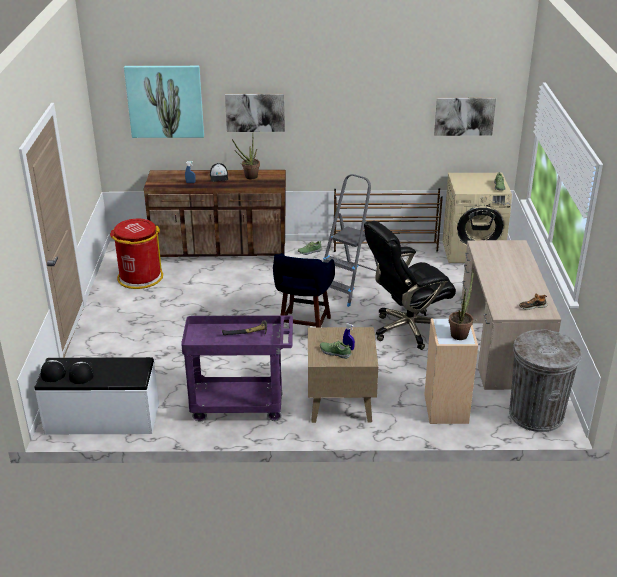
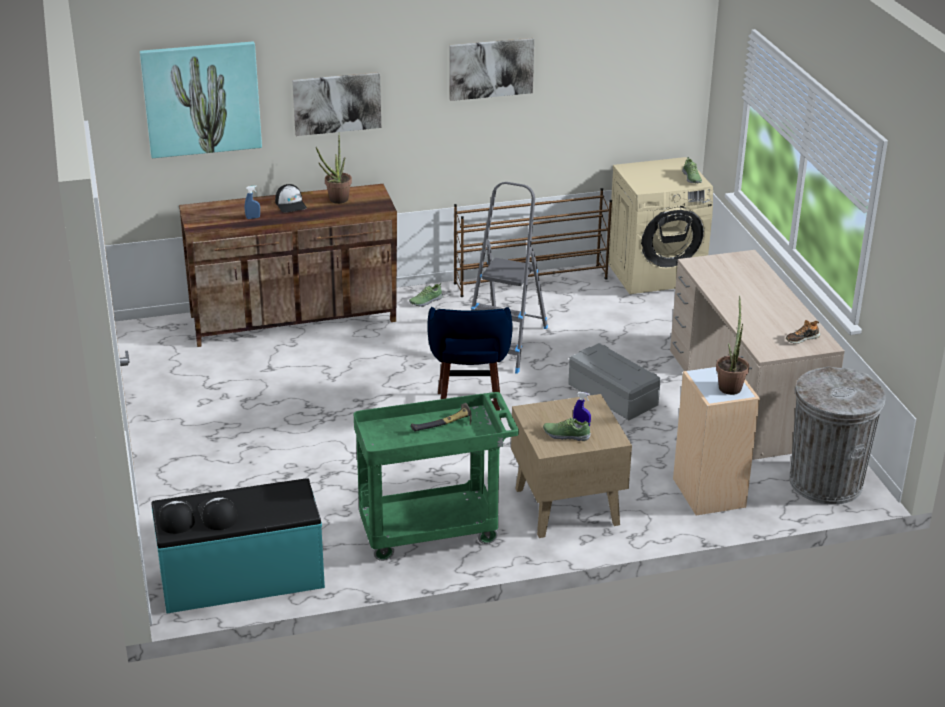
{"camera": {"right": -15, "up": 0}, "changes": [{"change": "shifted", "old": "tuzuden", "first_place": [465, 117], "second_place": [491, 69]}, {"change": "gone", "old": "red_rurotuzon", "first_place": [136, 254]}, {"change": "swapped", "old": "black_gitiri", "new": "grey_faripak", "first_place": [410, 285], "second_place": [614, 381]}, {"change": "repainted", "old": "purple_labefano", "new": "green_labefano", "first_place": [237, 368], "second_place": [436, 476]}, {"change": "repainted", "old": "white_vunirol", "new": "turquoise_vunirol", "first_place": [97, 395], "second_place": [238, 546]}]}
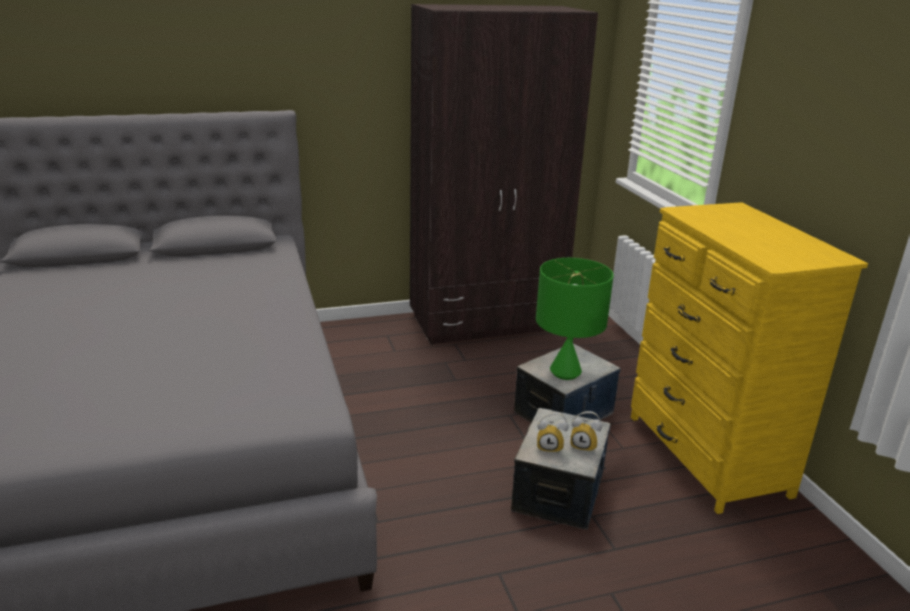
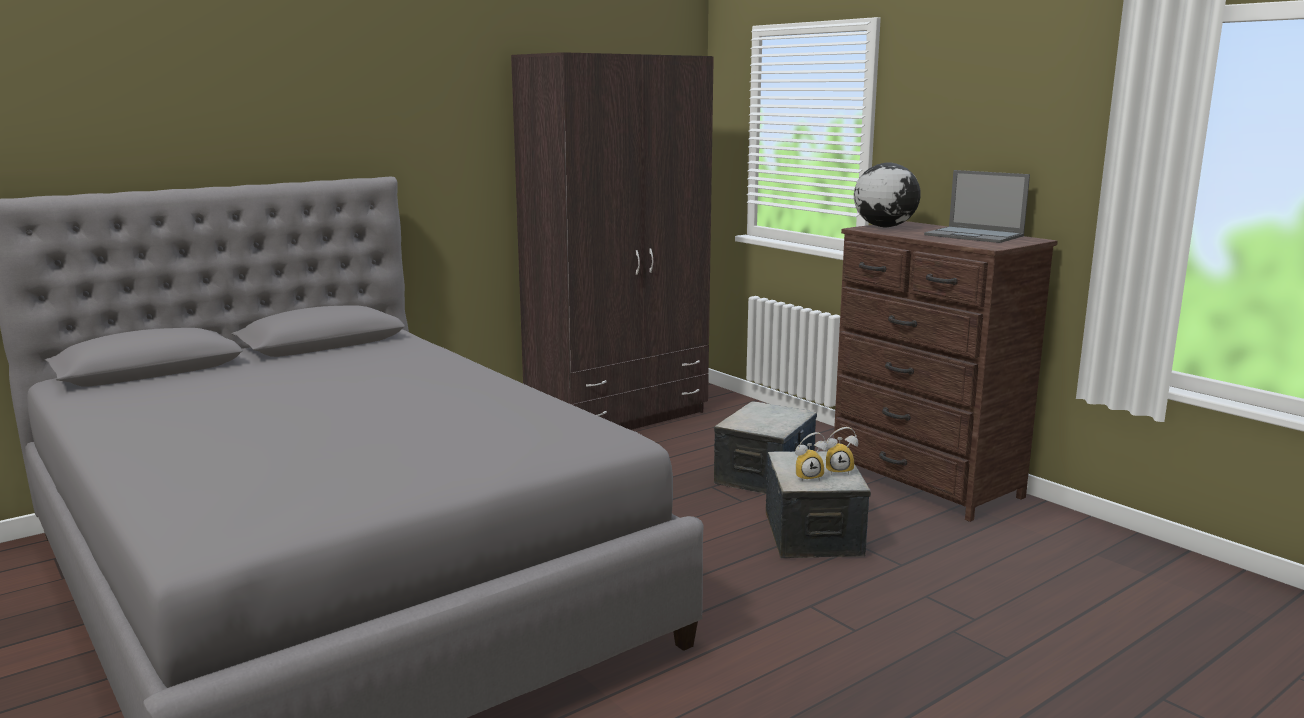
{"camera": {"right": -20, "up": -10}, "changes": [{"change": "repainted", "old": "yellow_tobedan", "new": "brown_tobedan", "first_place": [749, 358], "second_place": [946, 371]}, {"change": "gone", "old": "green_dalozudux", "first_place": [575, 319]}, {"change": "new", "new": "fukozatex", "second_place": [887, 194]}, {"change": "new", "new": "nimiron", "second_place": [977, 206]}]}
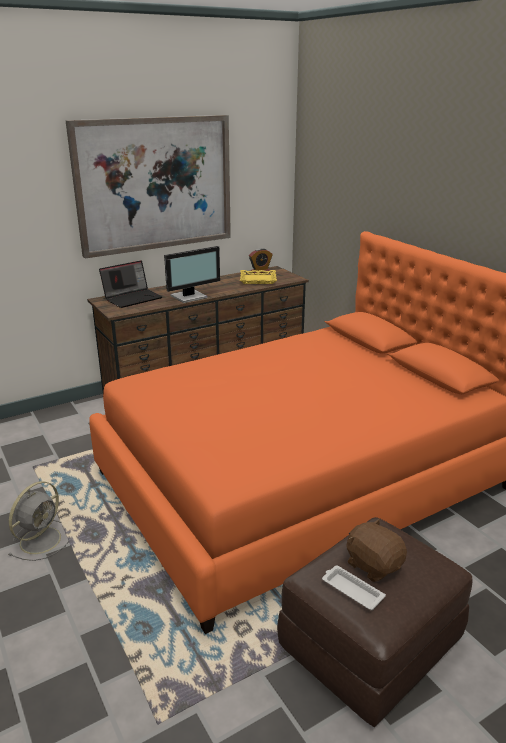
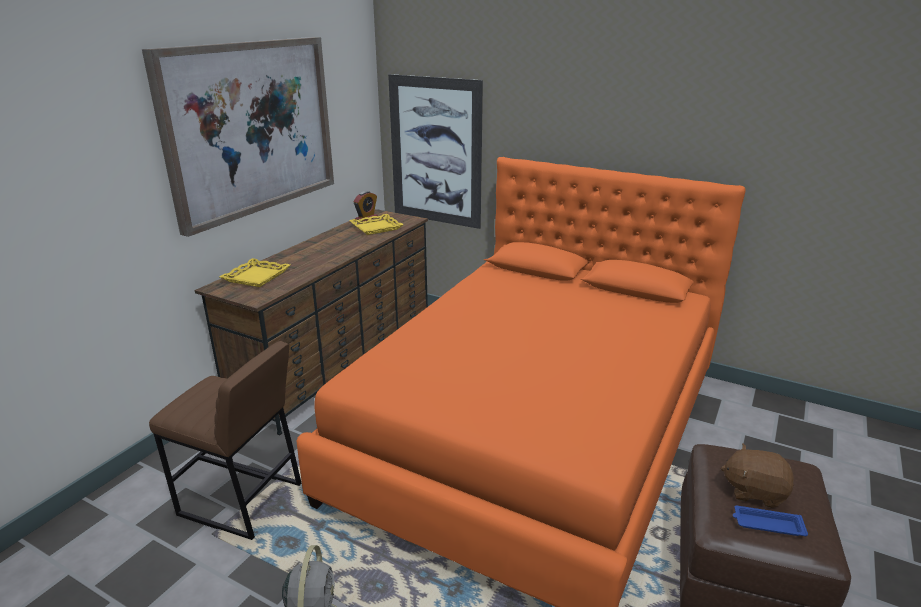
{"camera": {"right": -30, "up": 0}, "changes": [{"change": "gone", "old": "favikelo", "first_place": [192, 274]}, {"change": "swapped", "old": "nimiron", "new": "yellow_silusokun", "first_place": [131, 284], "second_place": [255, 272]}, {"change": "repainted", "old": "white_silusokun", "new": "blue_silusokun", "first_place": [354, 587], "second_place": [770, 520]}, {"change": "new", "new": "tuzuden", "second_place": [435, 151]}, {"change": "new", "new": "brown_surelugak", "second_place": [225, 440]}]}
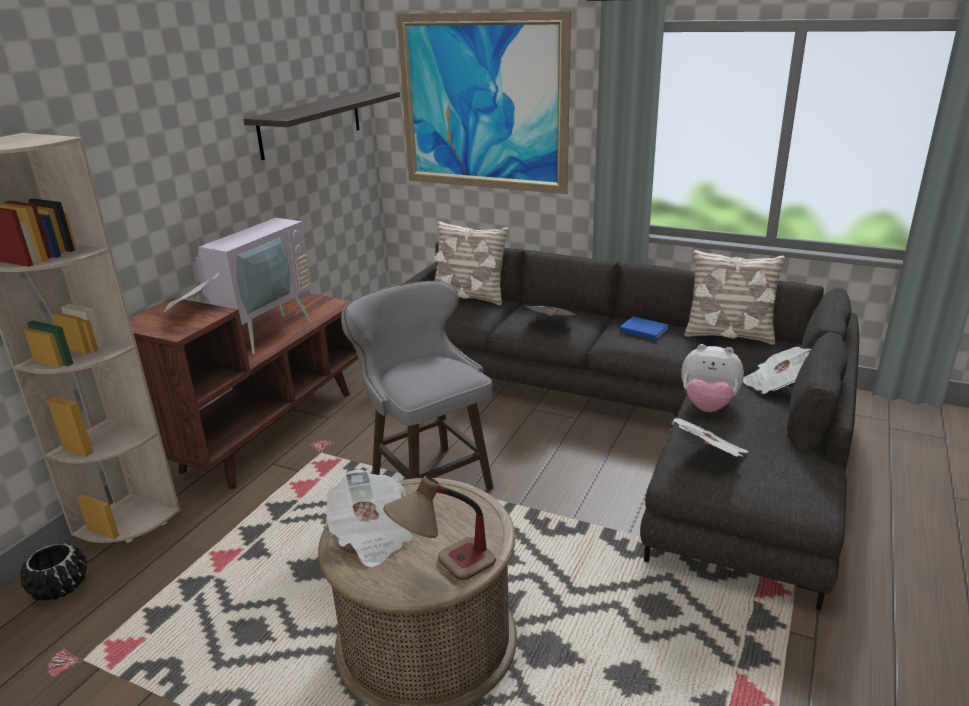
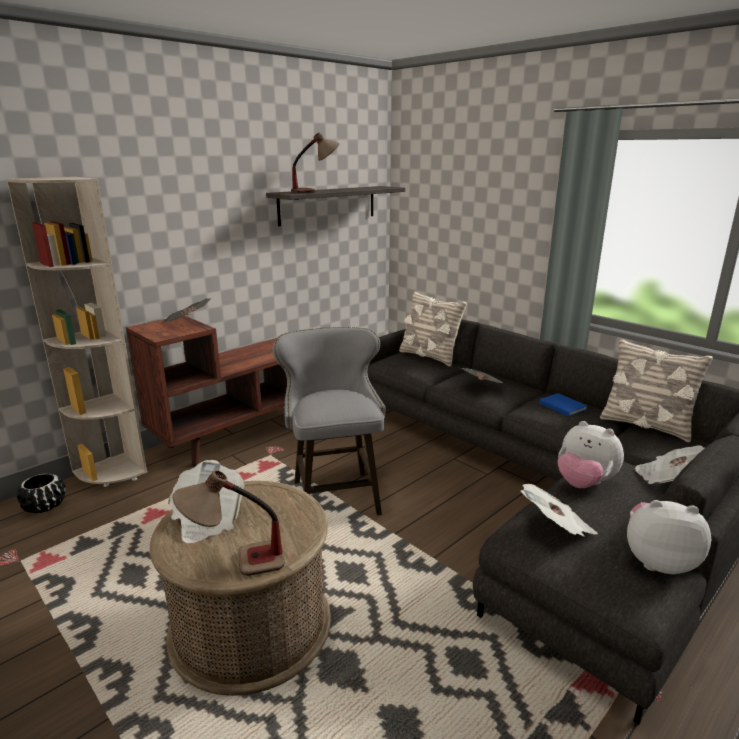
{"camera": {"right": 20, "up": -5}, "changes": [{"change": "gone", "old": "tuzuden", "first_place": [484, 102]}, {"change": "gone", "old": "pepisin", "first_place": [245, 273]}, {"change": "new", "new": "dalozudux", "second_place": [315, 162]}, {"change": "new", "new": "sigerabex", "second_place": [669, 537]}]}
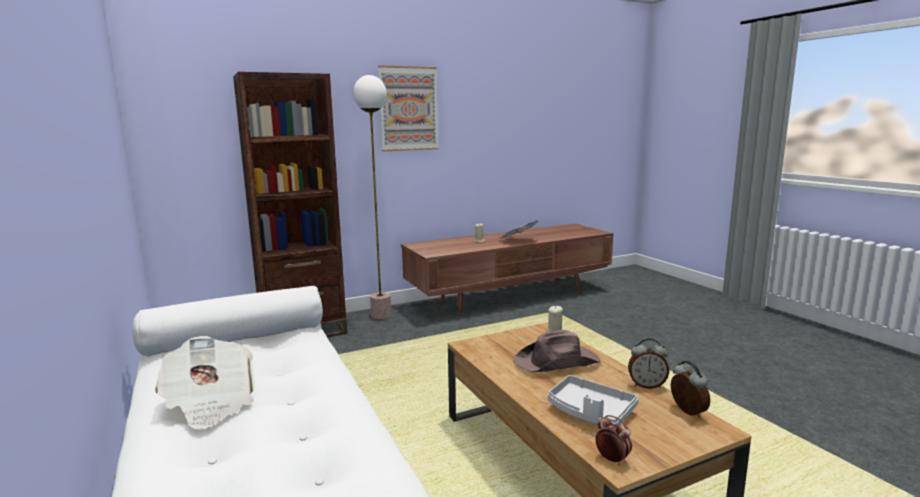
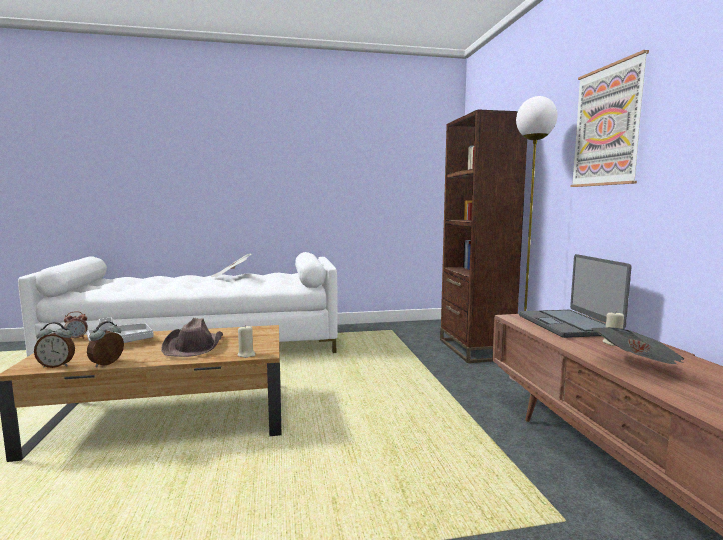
{"camera": {"right": 105, "up": -5}, "changes": [{"change": "new", "new": "nimiron", "second_place": [575, 296]}]}
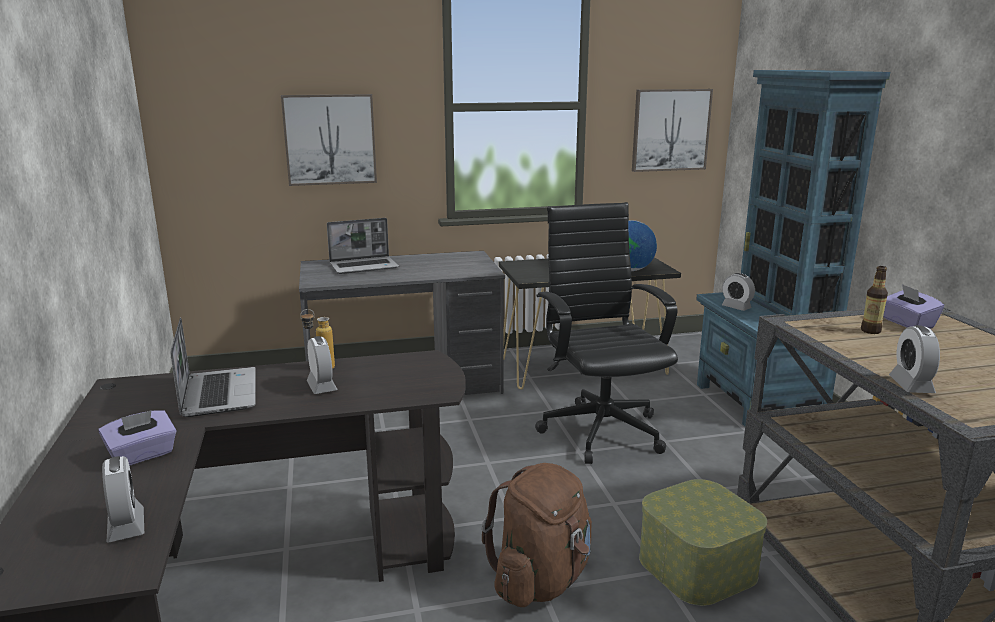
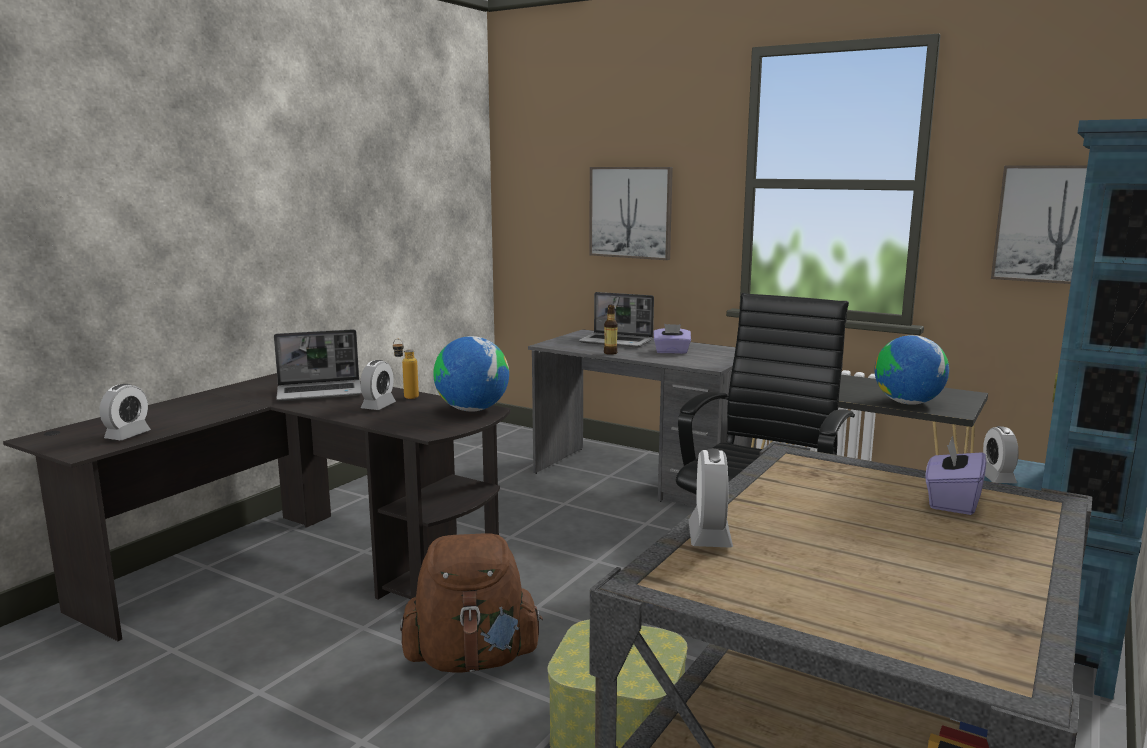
{"camera": {"right": 45, "up": -5}, "changes": [{"change": "shifted", "old": "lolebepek", "first_place": [874, 300], "second_place": [611, 330]}, {"change": "rotated", "old": "nimiron", "first_place": [213, 367], "second_place": [318, 365], "degrees": 45}, {"change": "rotated", "old": "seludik", "first_place": [914, 359], "second_place": [710, 498], "degrees": 135}, {"change": "shifted", "old": "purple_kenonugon", "first_place": [138, 438], "second_place": [672, 339]}, {"change": "new", "new": "fukozatex", "second_place": [471, 374]}]}
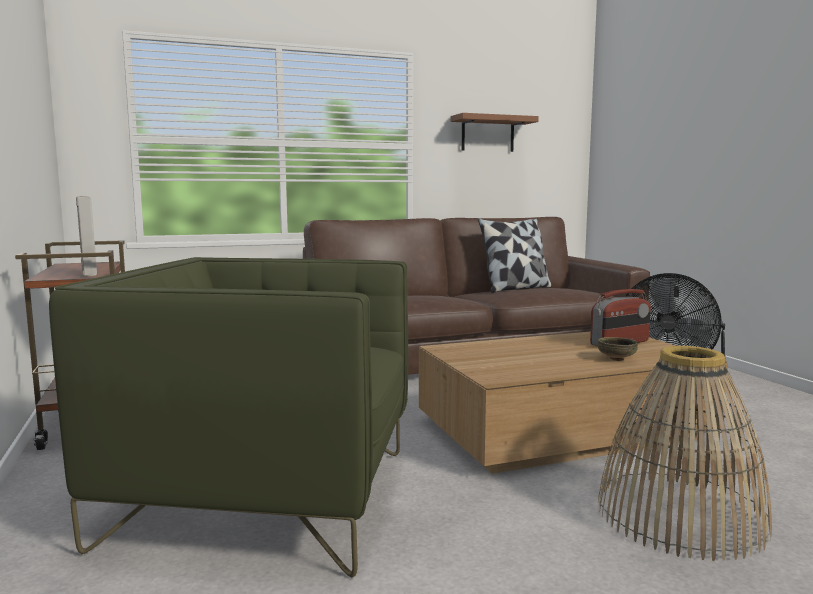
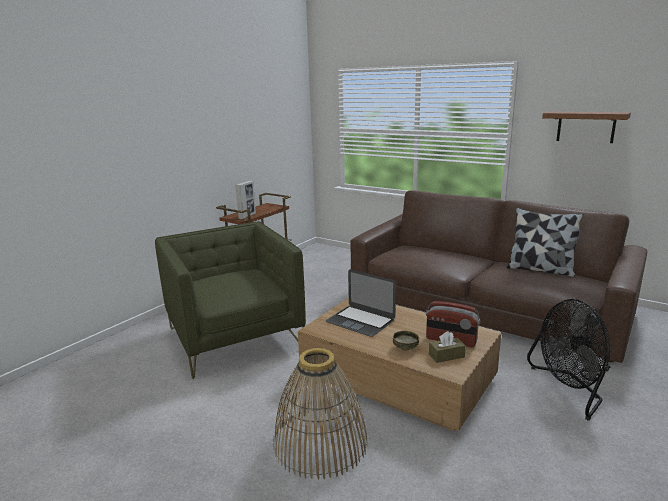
{"camera": {"right": 55, "up": 10}, "changes": [{"change": "new", "new": "nimiron", "second_place": [361, 303]}, {"change": "new", "new": "brown_kenonugon", "second_place": [447, 347]}]}
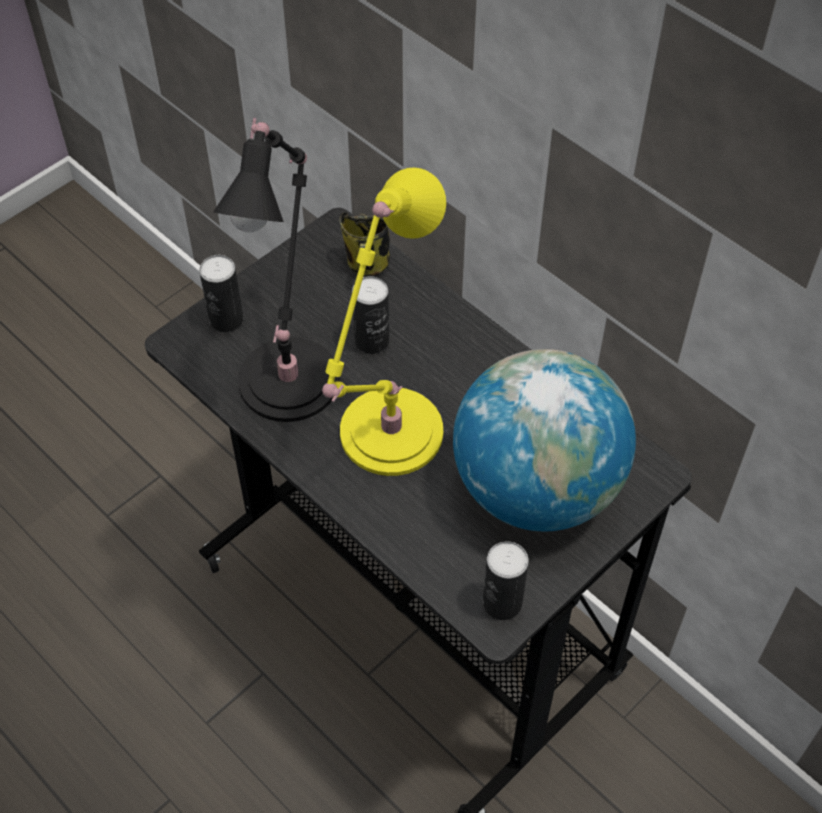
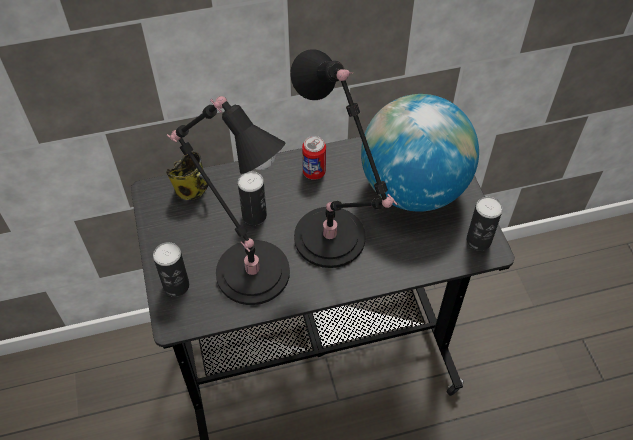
{"camera": {"right": -60, "up": 0}, "changes": [{"change": "repainted", "old": "yellow_dalozudux", "new": "black_dalozudux", "first_place": [384, 322], "second_place": [344, 158]}, {"change": "new", "new": "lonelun", "second_place": [314, 158]}]}
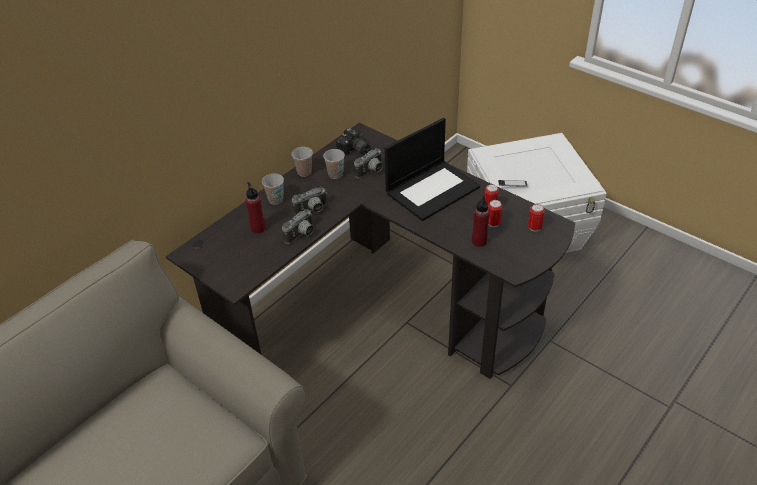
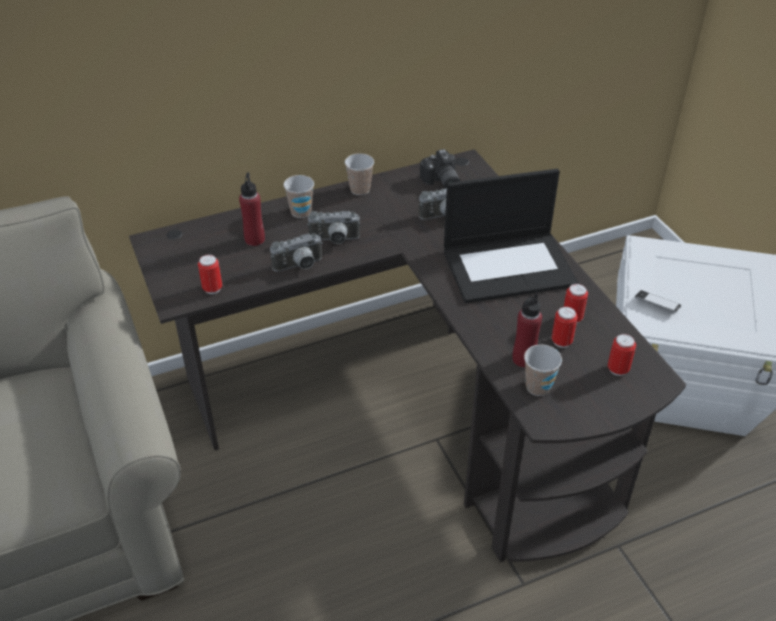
{"camera": {"right": 25, "up": 0}, "changes": [{"change": "shifted", "old": "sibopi", "first_place": [334, 164], "second_place": [543, 370]}, {"change": "new", "new": "lonelun", "second_place": [210, 274]}]}
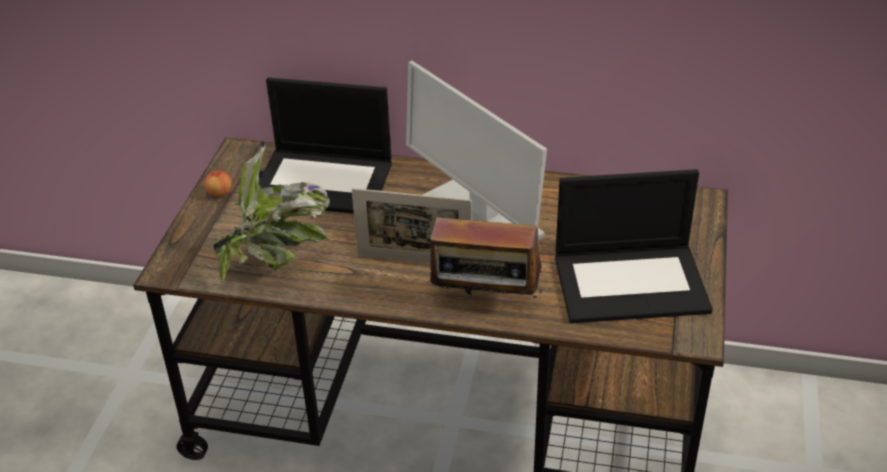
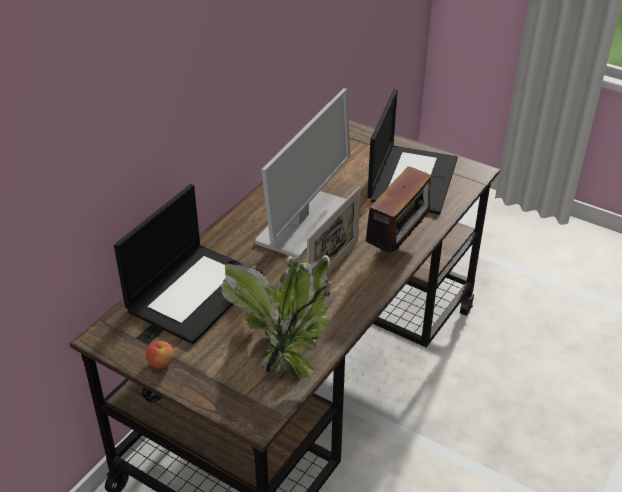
{"camera": {"right": -70, "up": 0}, "changes": [{"change": "rotated", "old": "favikelo", "first_place": [476, 150], "second_place": [302, 173], "degrees": -45}]}
